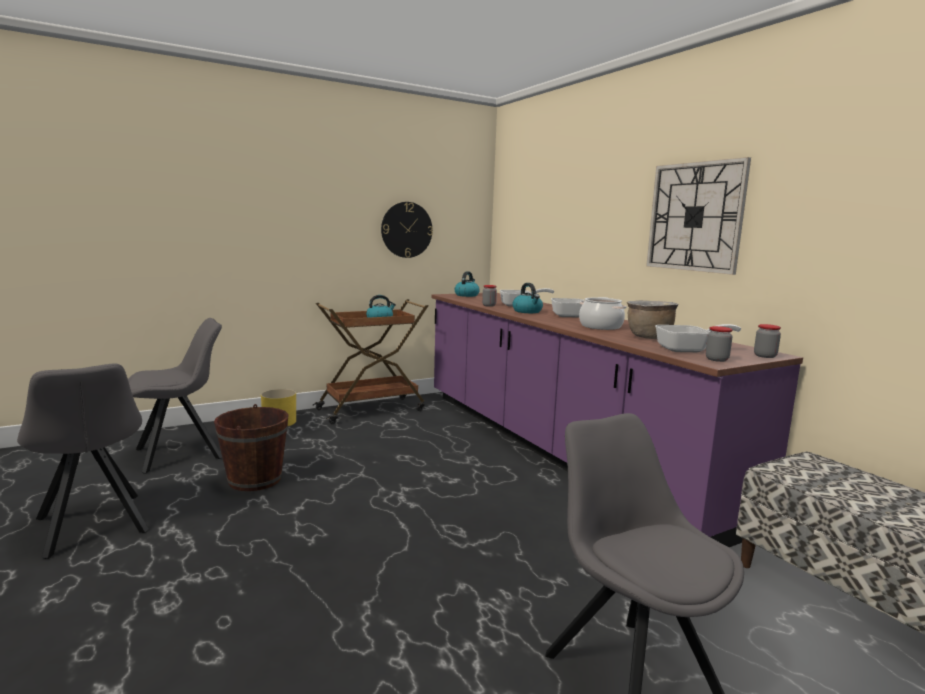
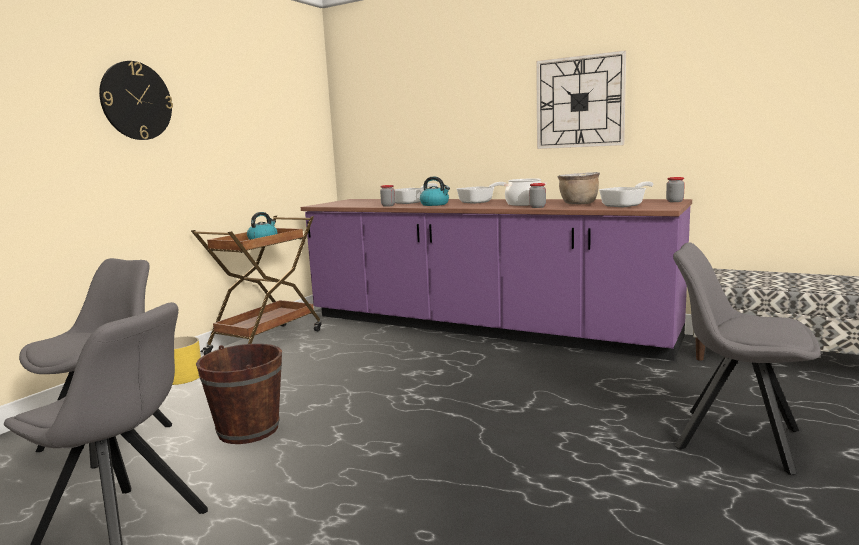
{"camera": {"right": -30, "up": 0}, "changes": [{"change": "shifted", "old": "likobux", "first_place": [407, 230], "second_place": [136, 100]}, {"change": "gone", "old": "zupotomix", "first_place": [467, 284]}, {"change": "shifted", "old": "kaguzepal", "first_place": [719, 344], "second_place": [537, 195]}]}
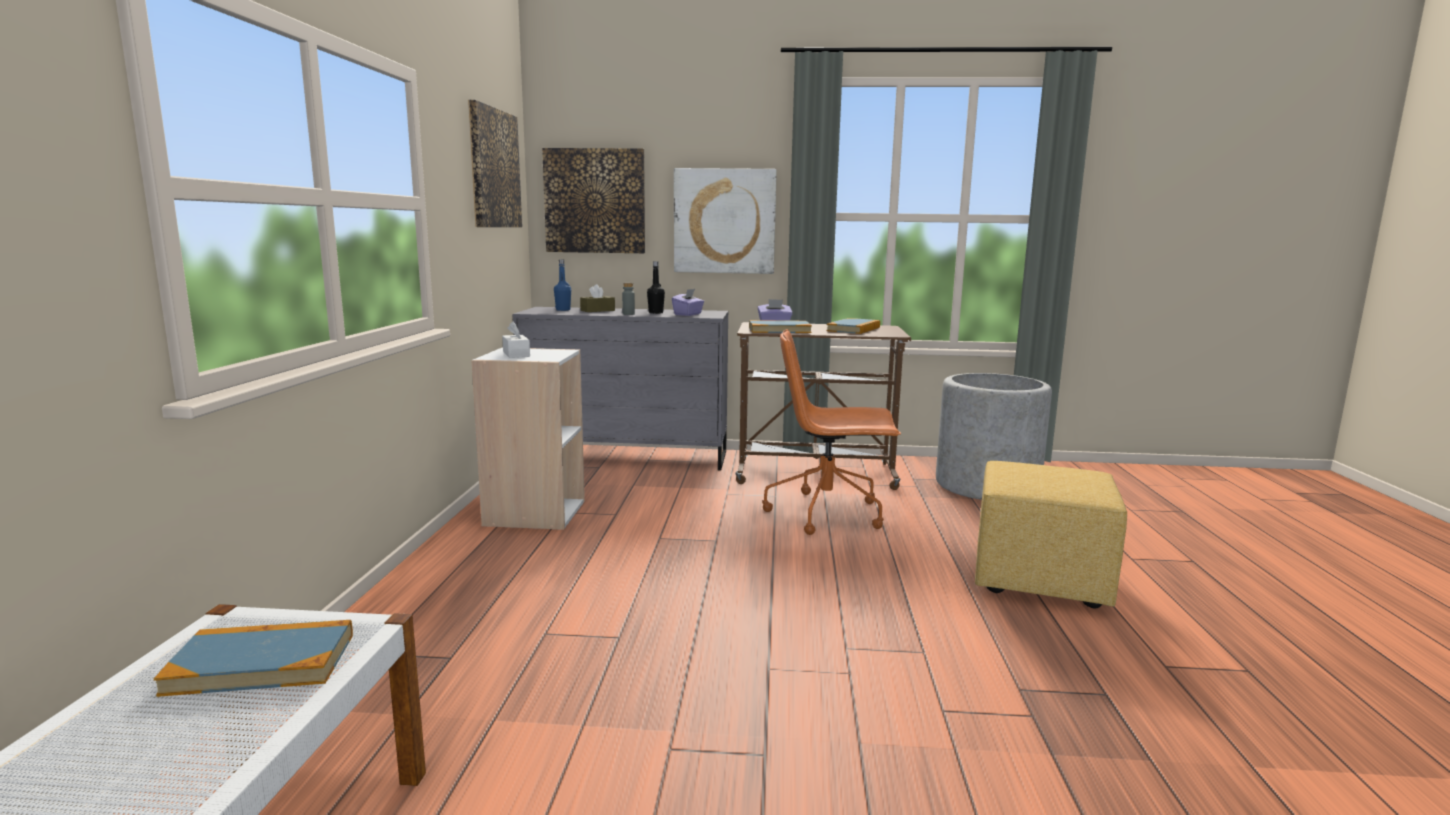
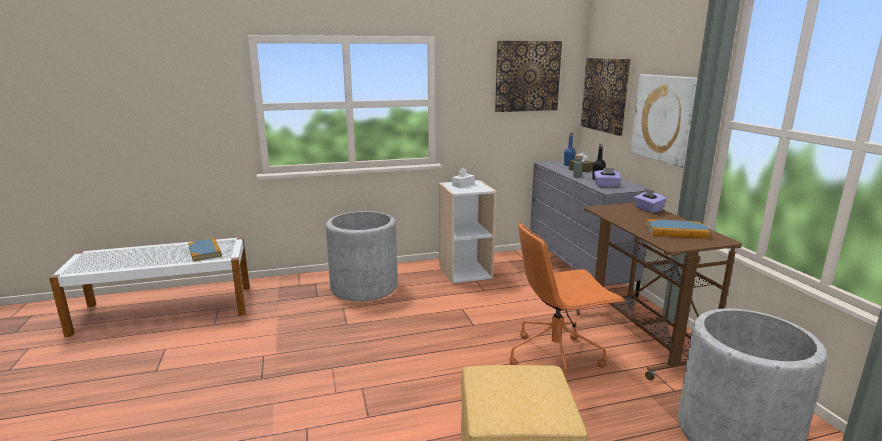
{"camera": {"right": 70, "up": 5}, "changes": [{"change": "gone", "old": "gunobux", "first_place": [780, 326]}, {"change": "rotated", "old": "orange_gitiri", "first_place": [831, 432], "second_place": [567, 302], "degrees": -90}, {"change": "new", "new": "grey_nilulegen", "second_place": [362, 256]}]}
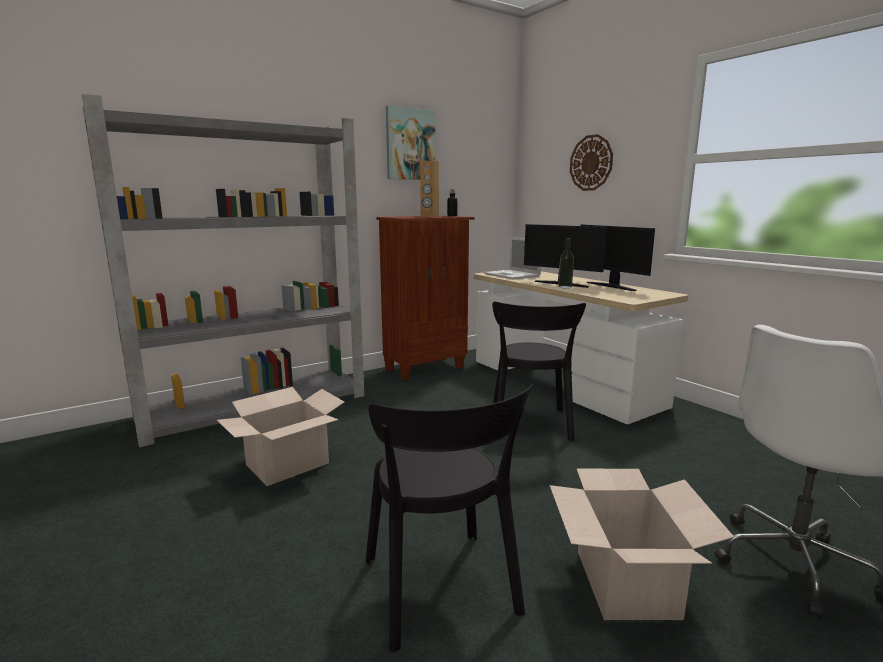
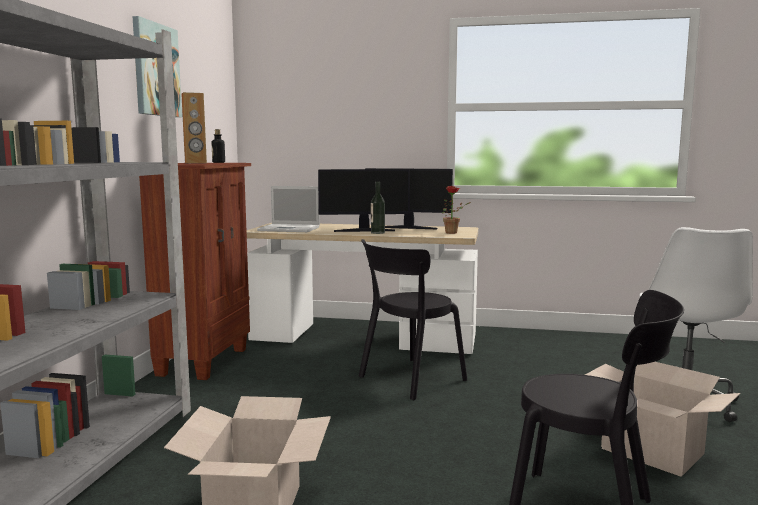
{"camera": {"right": -45, "up": -5}, "changes": [{"change": "gone", "old": "likobux", "first_place": [591, 162]}, {"change": "rotated", "old": "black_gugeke", "first_place": [539, 371], "second_place": [413, 319], "degrees": 90}, {"change": "new", "new": "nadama", "second_place": [456, 210]}]}
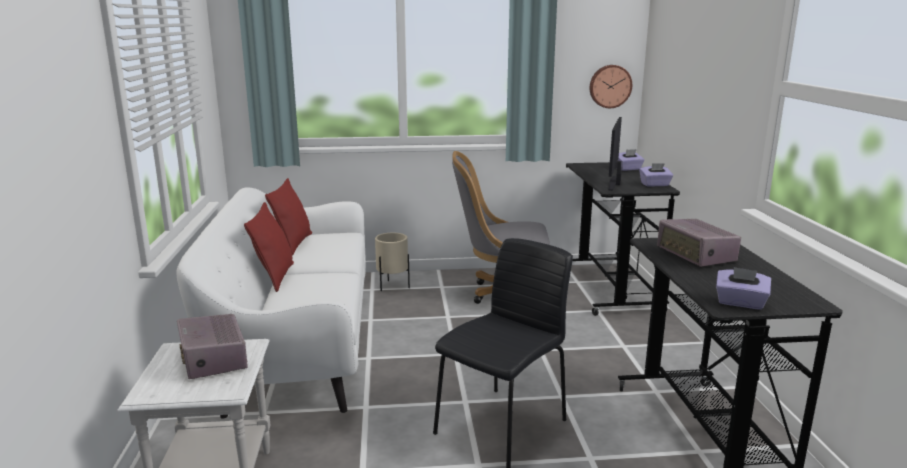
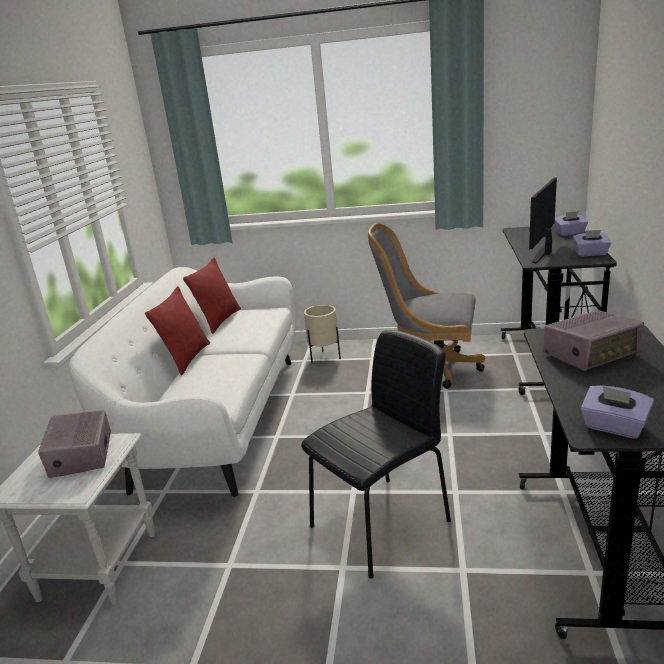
{"camera": {"right": 15, "up": 5}, "changes": [{"change": "gone", "old": "likobux", "first_place": [611, 86]}, {"change": "rotated", "old": "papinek", "first_place": [699, 243], "second_place": [593, 340], "degrees": -105}]}
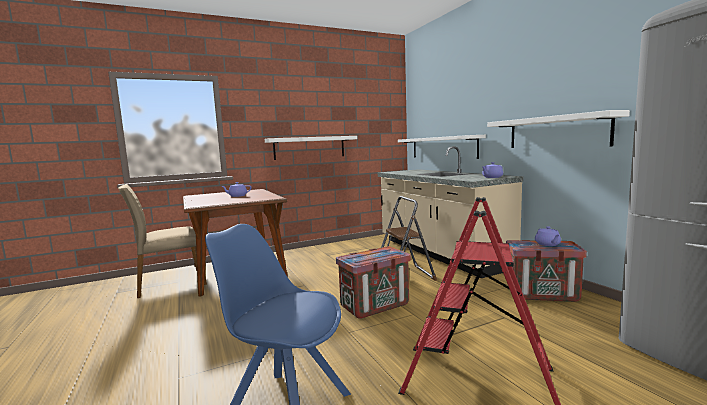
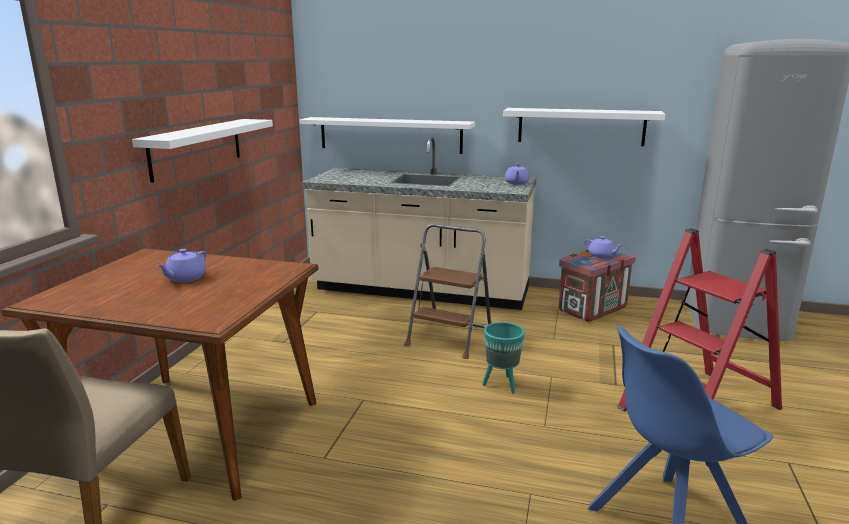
{"camera": {"right": -50, "up": 10}, "changes": [{"change": "swapped", "old": "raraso", "new": "turquoise_nilulegen", "first_place": [373, 282], "second_place": [503, 357]}]}
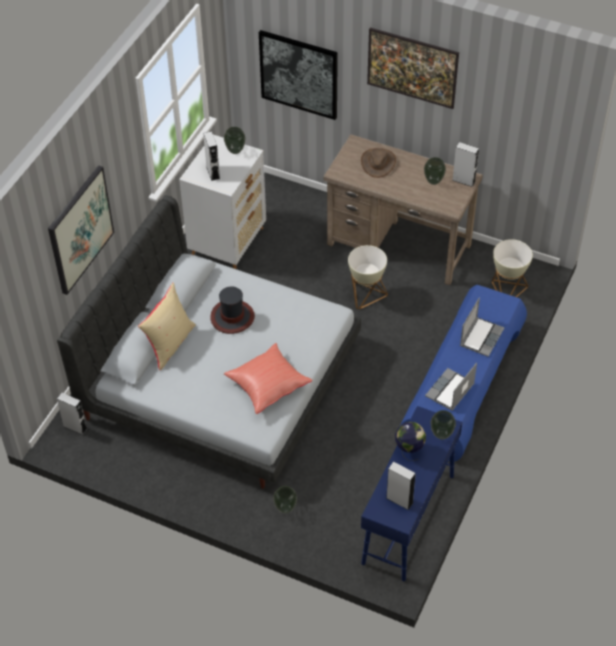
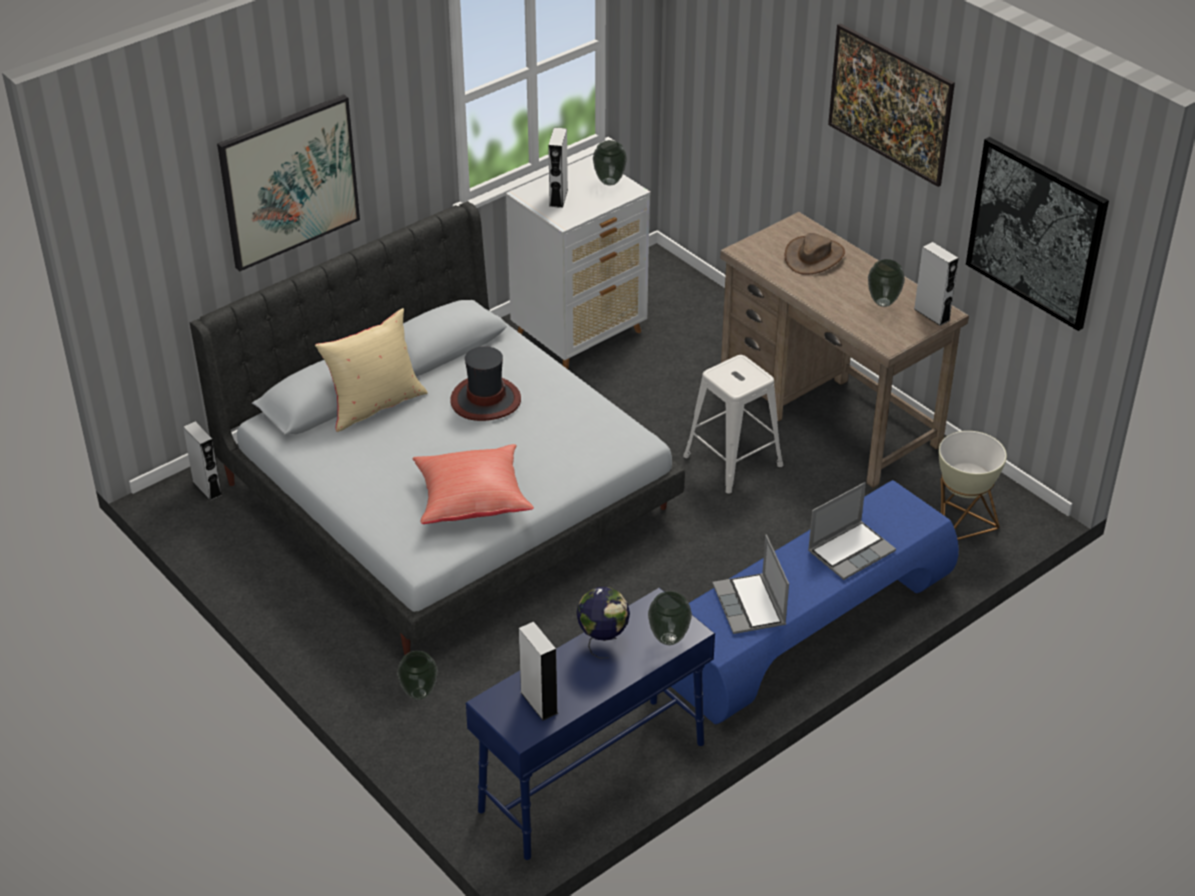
{"camera": {"right": 25, "up": -10}, "changes": [{"change": "shifted", "old": "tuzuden", "first_place": [298, 75], "second_place": [1037, 234]}, {"change": "swapped", "old": "nilulegen", "new": "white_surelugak", "first_place": [368, 277], "second_place": [733, 424]}, {"change": "rotated", "old": "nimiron", "first_place": [451, 387], "second_place": [751, 584], "degrees": -75}]}
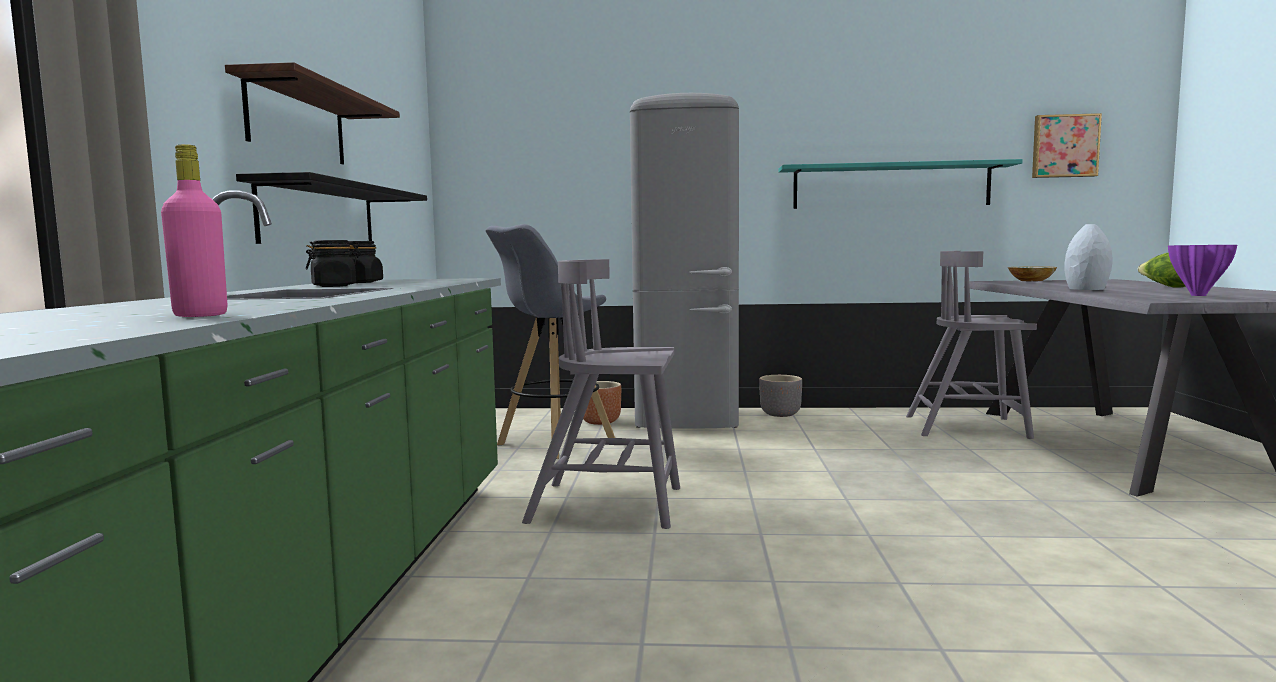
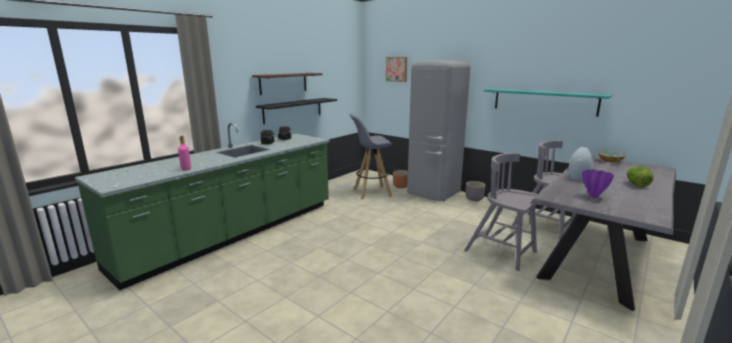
{"camera": {"right": 35, "up": 10}, "changes": [{"change": "shifted", "old": "tuzuden", "first_place": [1067, 145], "second_place": [396, 69]}, {"change": "shifted", "old": "grey_gugeke", "first_place": [601, 394], "second_place": [500, 212]}]}
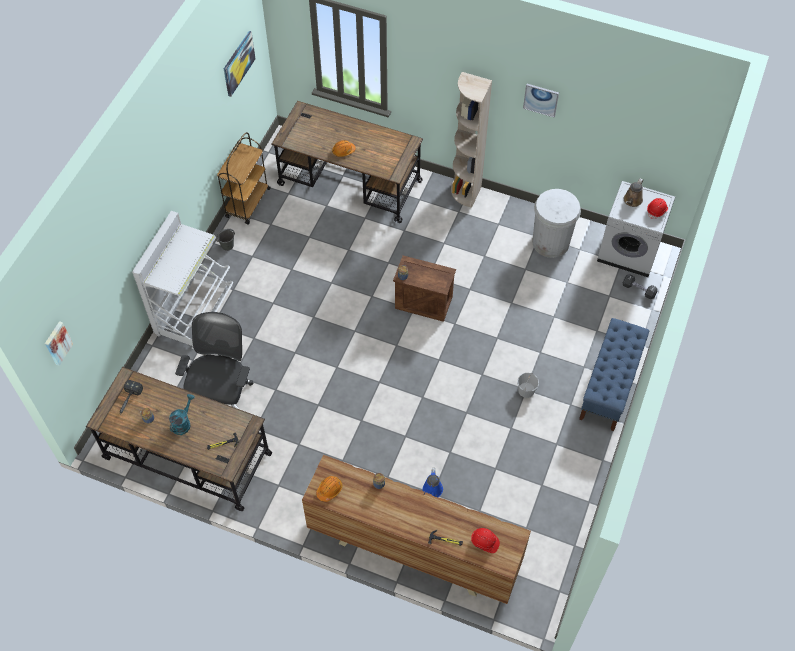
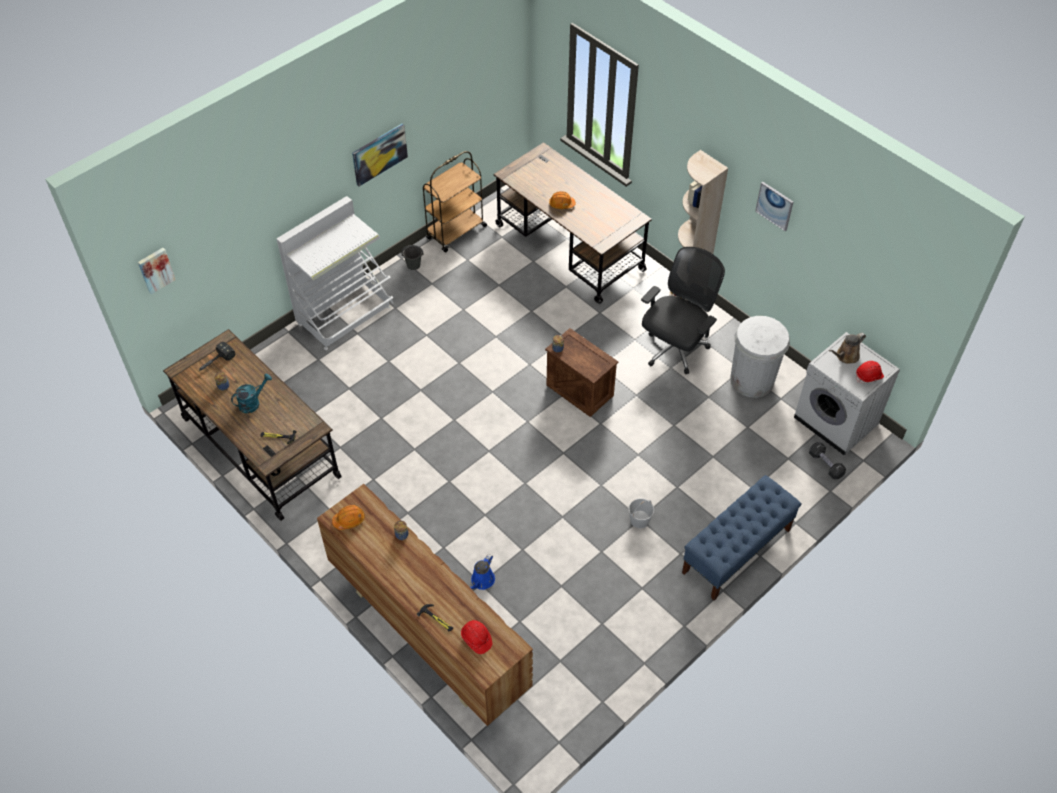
{"camera": {"right": 25, "up": -5}, "changes": [{"change": "shifted", "old": "tuzuden", "first_place": [240, 64], "second_place": [380, 154]}, {"change": "shifted", "old": "gitiri", "first_place": [214, 360], "second_place": [683, 310]}]}
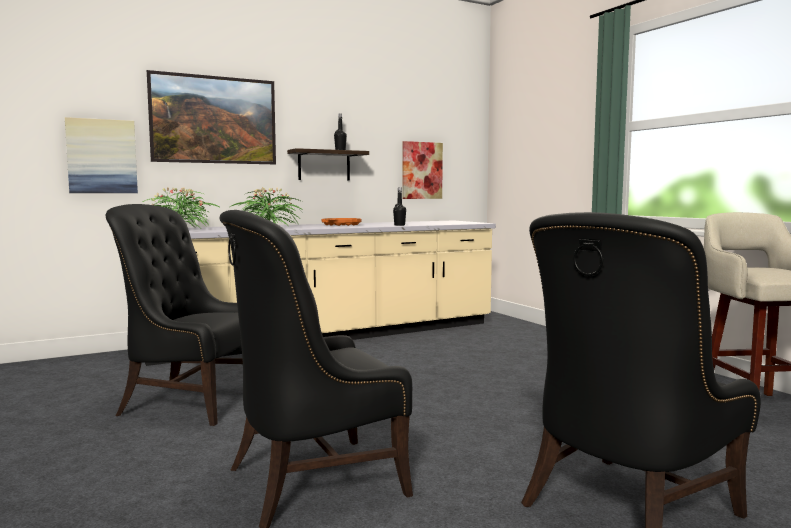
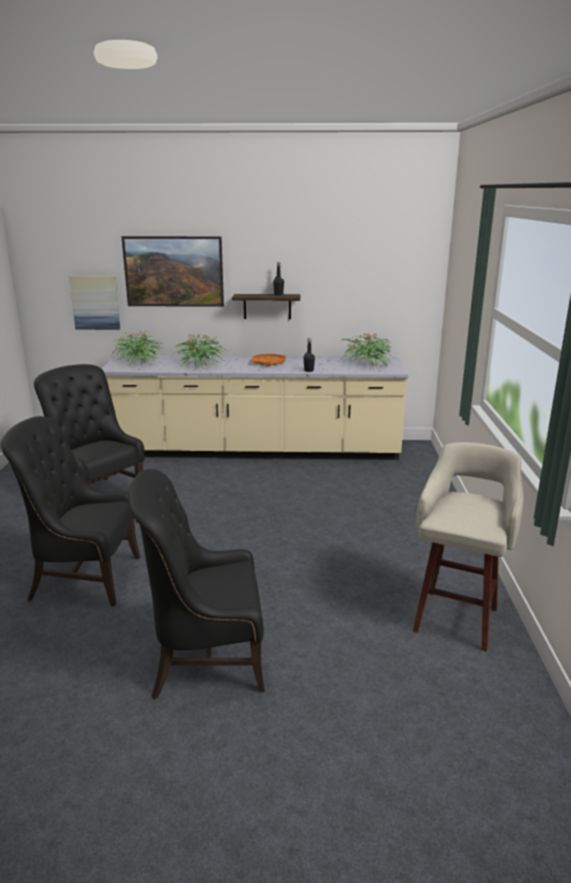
{"camera": {"right": 30, "up": 15}, "changes": [{"change": "gone", "old": "tuzuden", "first_place": [422, 170]}, {"change": "new", "new": "nadama", "second_place": [367, 350]}]}
